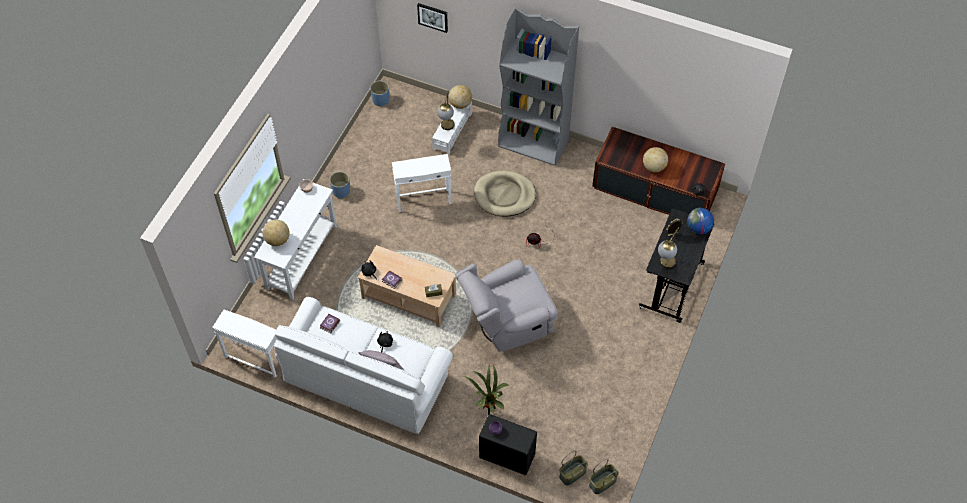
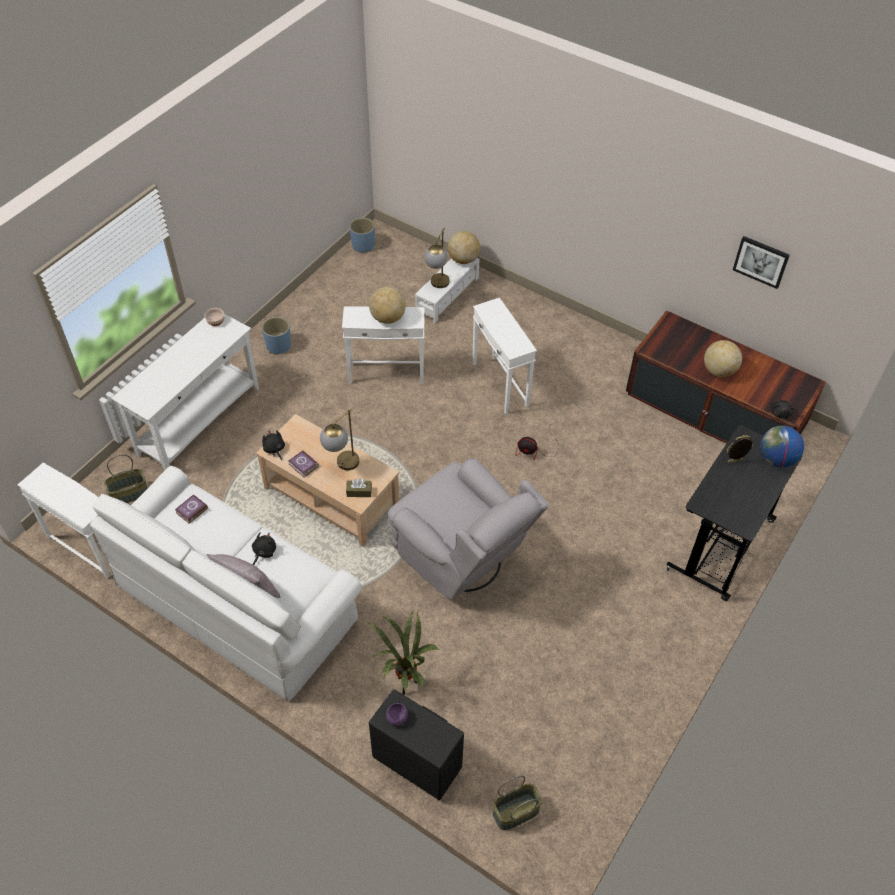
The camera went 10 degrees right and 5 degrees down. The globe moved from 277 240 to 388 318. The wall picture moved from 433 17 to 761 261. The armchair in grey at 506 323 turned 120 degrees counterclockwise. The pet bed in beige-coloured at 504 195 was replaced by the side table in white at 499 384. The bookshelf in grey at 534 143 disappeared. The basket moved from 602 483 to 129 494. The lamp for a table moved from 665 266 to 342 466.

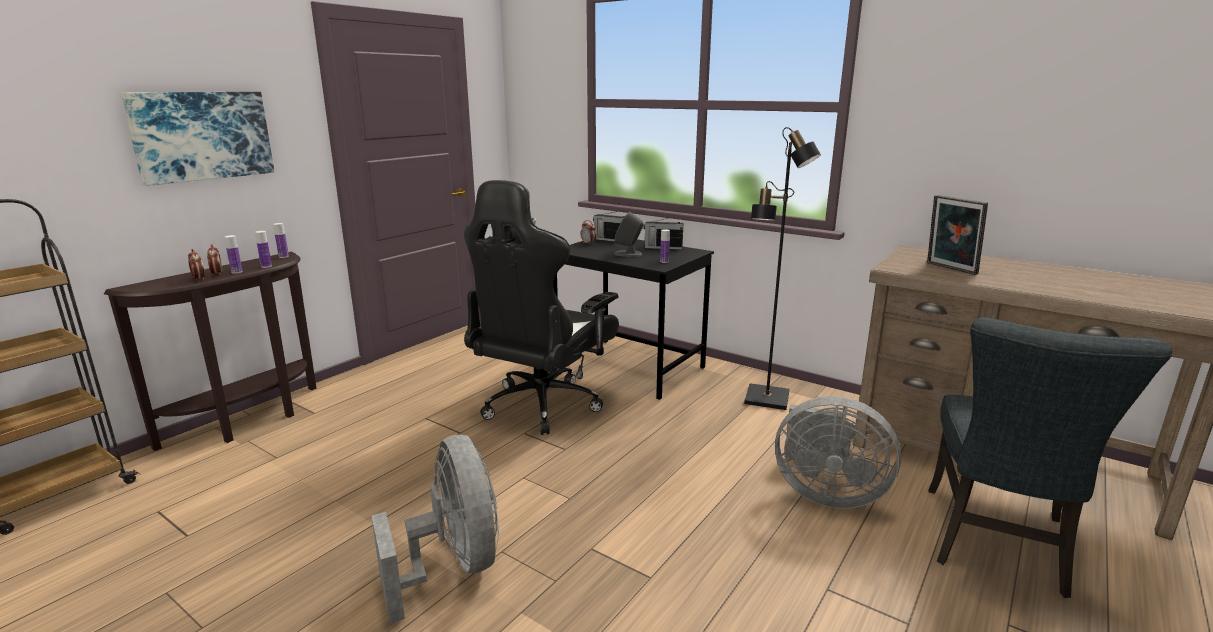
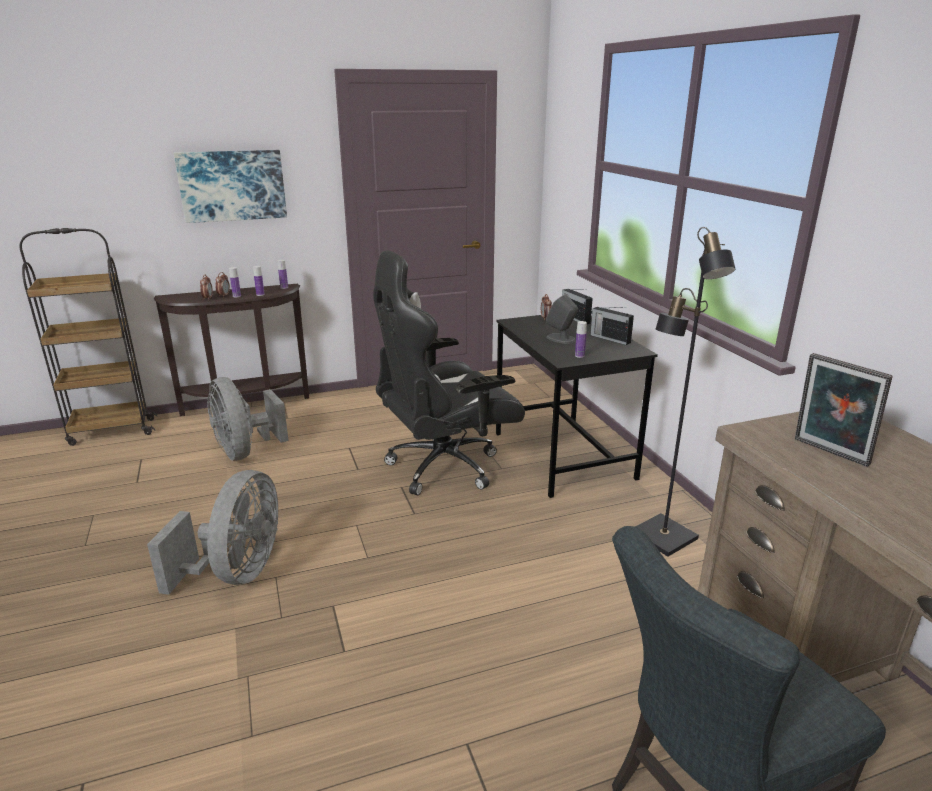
The camera went 35 degrees right and 5 degrees up. The electric fan in grey moved from 825 493 to 245 451. The photo frame at 949 269 turned 45 degrees counterclockwise.

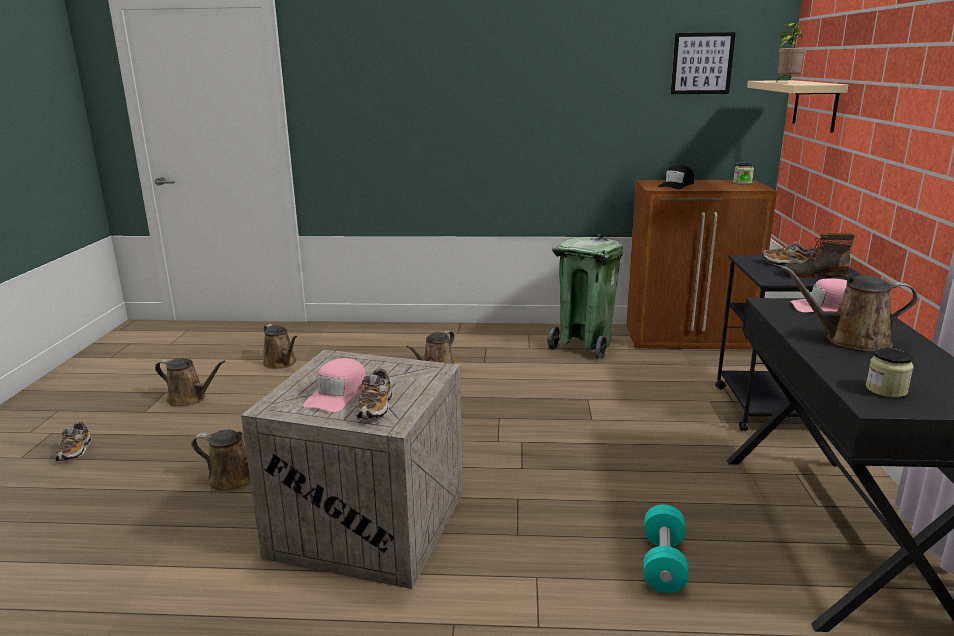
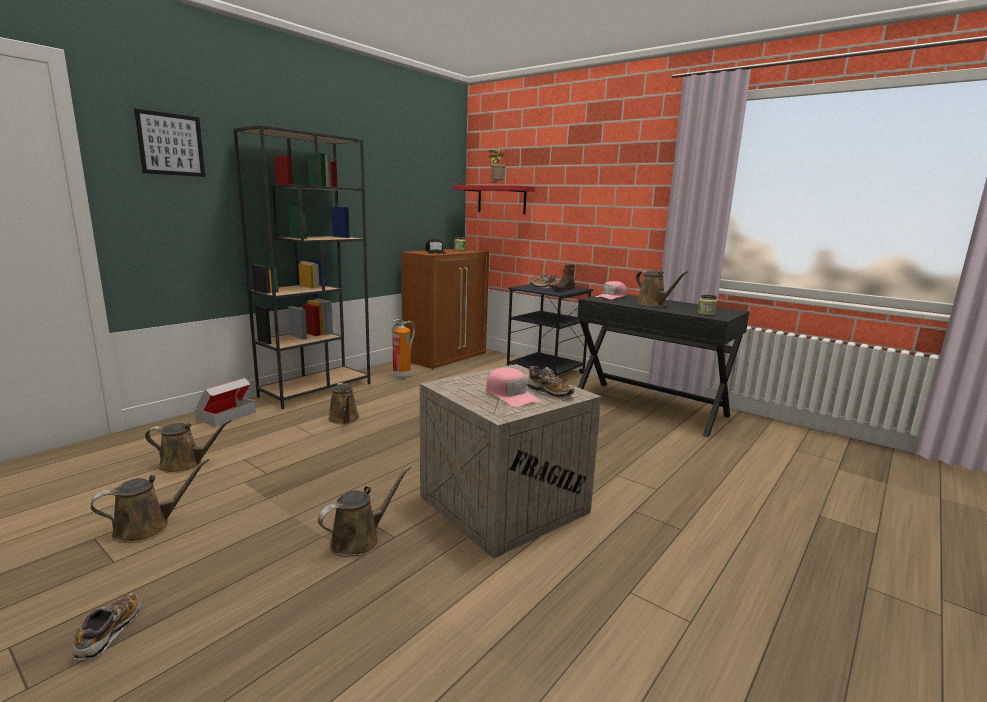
The camera went 55 degrees left and 5 degrees down. The item of footwear at 75 451 turned 120 degrees counterclockwise. The trash can in green-coloured at 583 346 was replaced by the extinguisher at 402 376. The hand weight in blue-green at 663 563 disappeared. The wall picture moved from 702 63 to 171 144. The bracket shelf in beige-coloured at 815 105 became the bracket shelf in red-coloured at 501 199. The watering can in brown at 851 340 turned 75 degrees counterclockwise. The carton at 226 416 appeared. The bookshelf at 316 389 appeared.

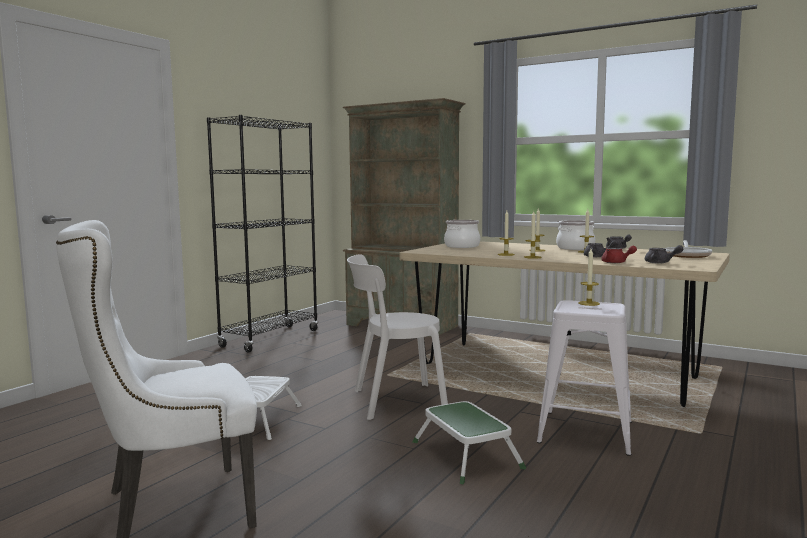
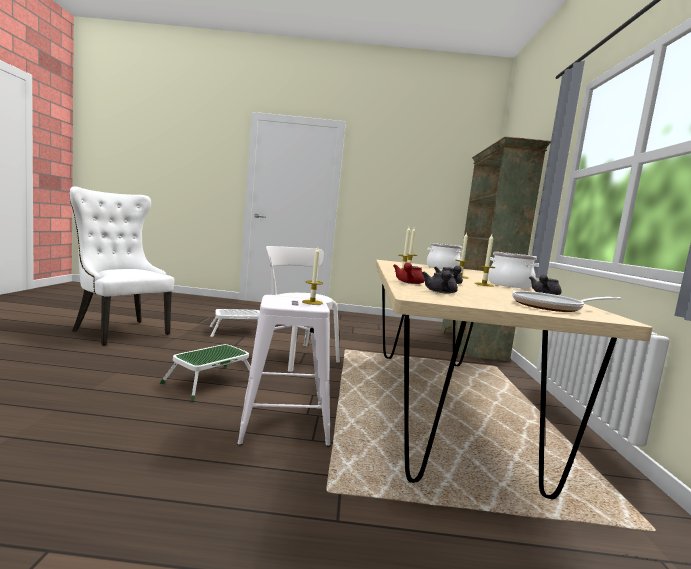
The camera went 60 degrees right and 0 degrees up. The bookshelf in blackish at 270 338 disappeared.

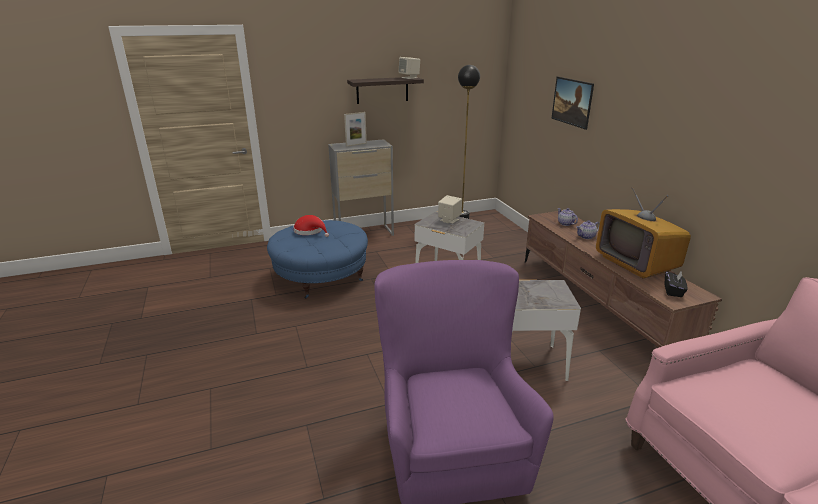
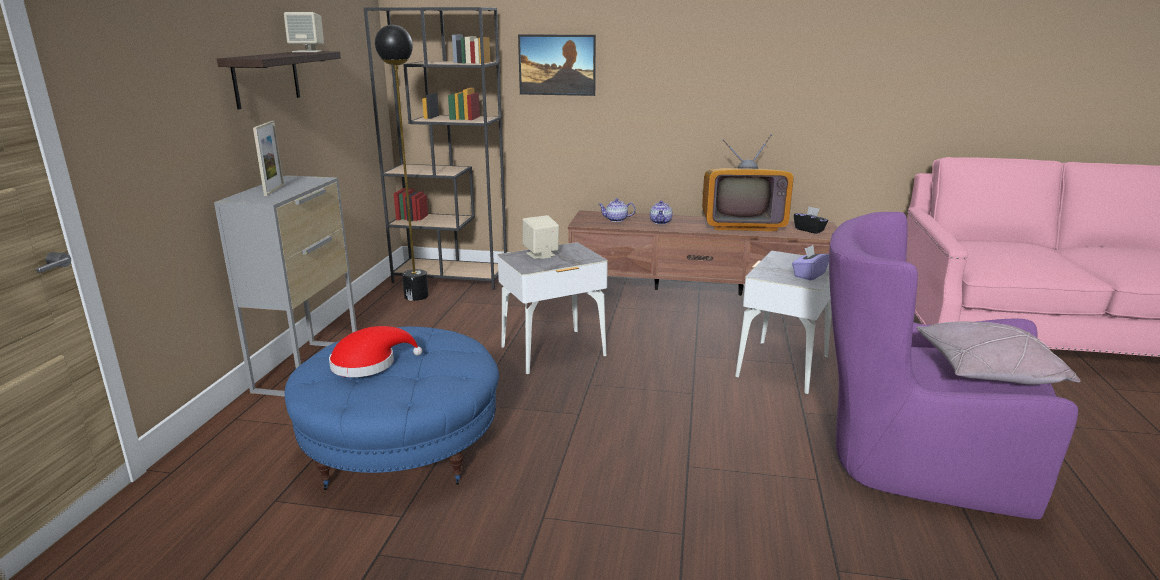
The camera went 60 degrees left and 5 degrees down. The bookshelf at 451 277 appeared. The tissue box in purple-coloured at 809 275 appeared. The throw pillow in purple-coloured at 986 371 appeared.

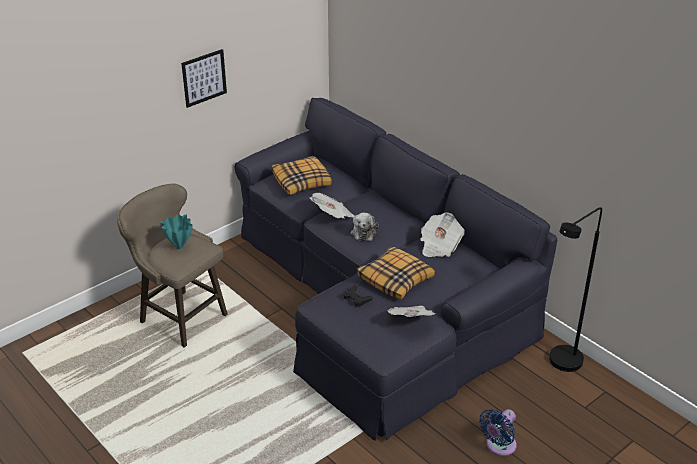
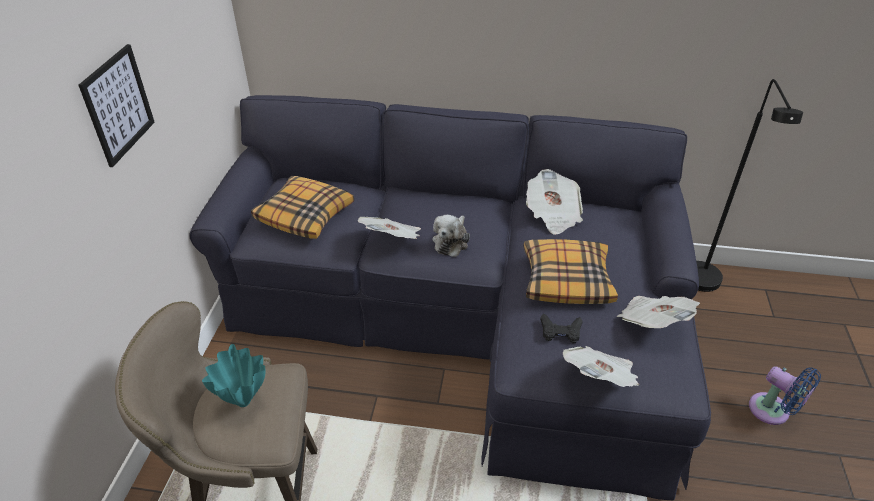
The camera went 40 degrees left and 5 degrees up. The soft toy at 363 232 turned 60 degrees clockwise. The electric fan in bluish at 499 446 turned 45 degrees counterclockwise. The newspaper at 600 378 appeared.

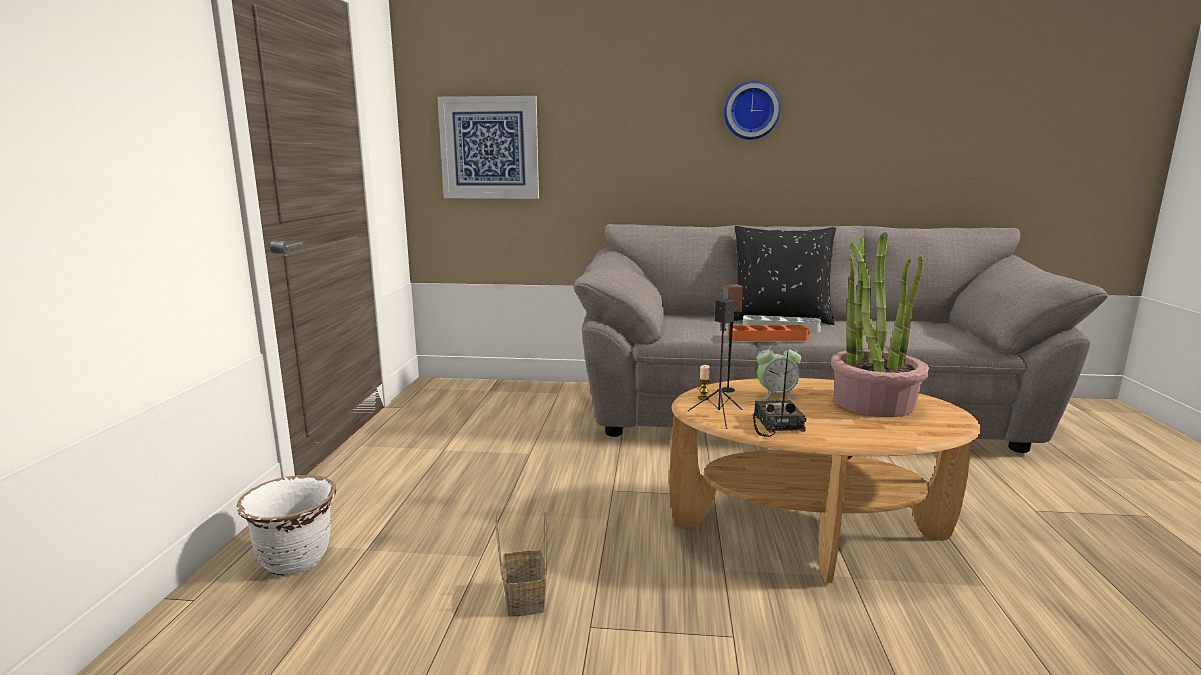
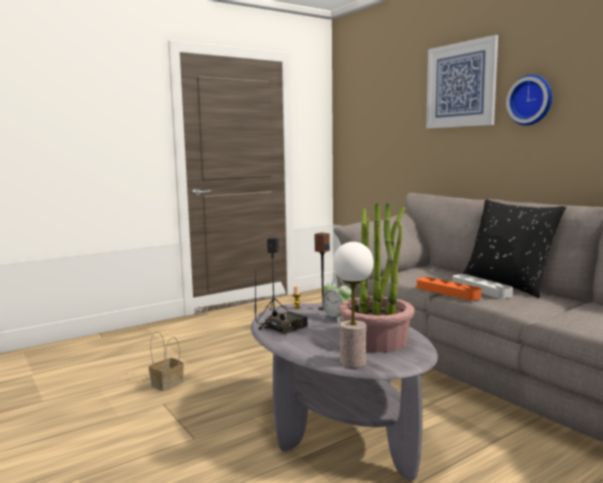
The camera went 50 degrees right and 5 degrees down. The plant pot in white at 295 560 disappeared. The wall picture moved from 489 148 to 460 85. The coffee table in brown at 808 532 became the coffee table in grey at 337 429. The lamp for a table at 353 362 appeared.

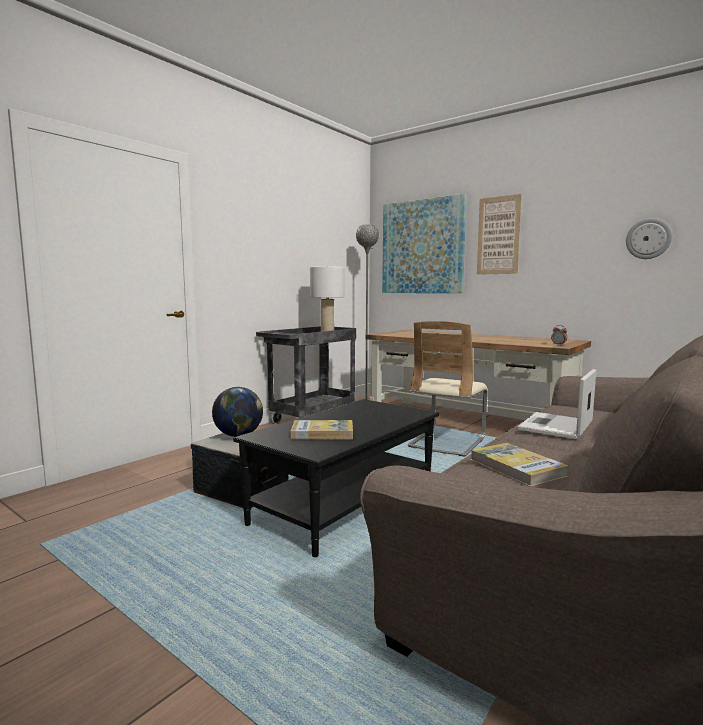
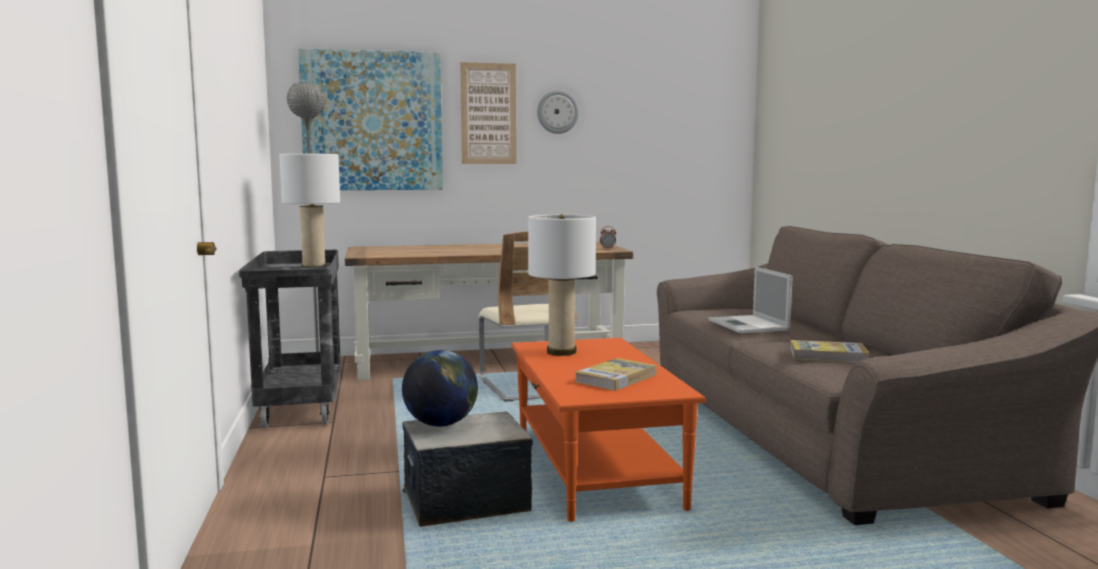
The camera went 50 degrees left and 0 degrees up. The coffee table in blackish at 345 504 became the coffee table in orange-coloured at 595 468. The clock on the wall moved from 648 239 to 557 112. The lamp for a table in white at 561 352 appeared.

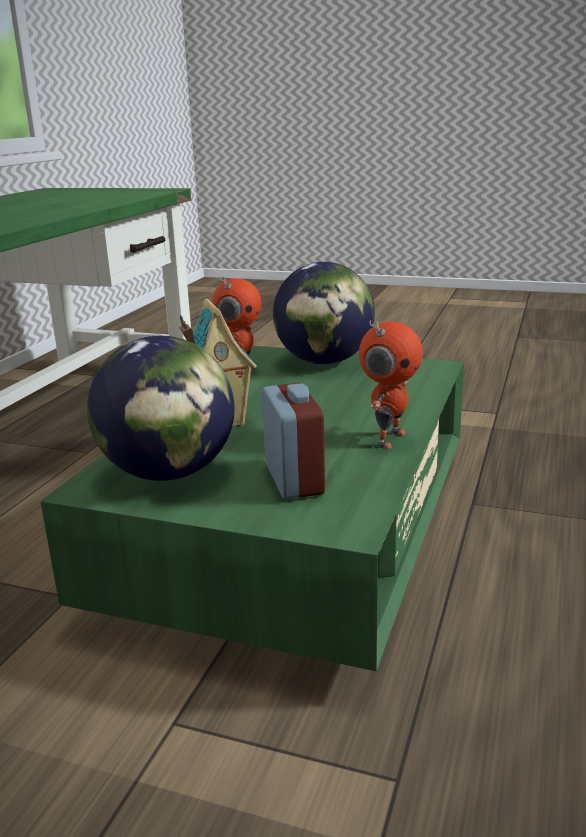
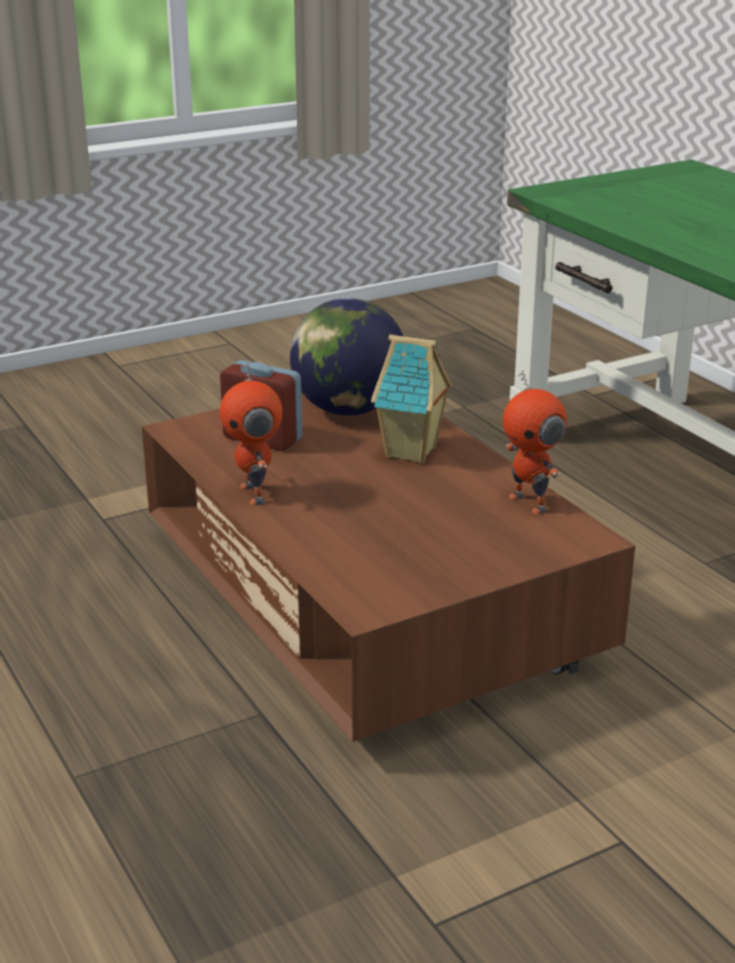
The camera went 130 degrees right and 5 degrees up. The coffee table in green-coloured at 296 531 became the coffee table in brown at 367 599. The globe at 324 362 disappeared.

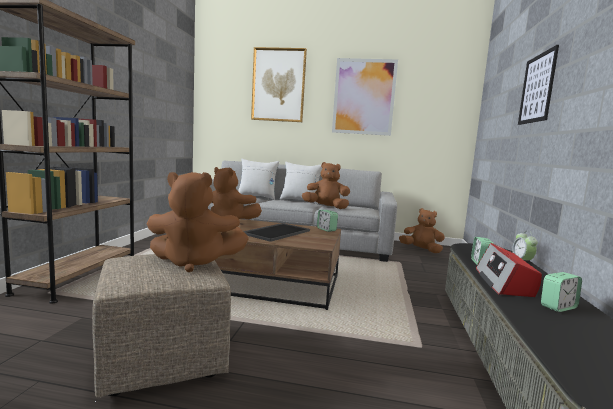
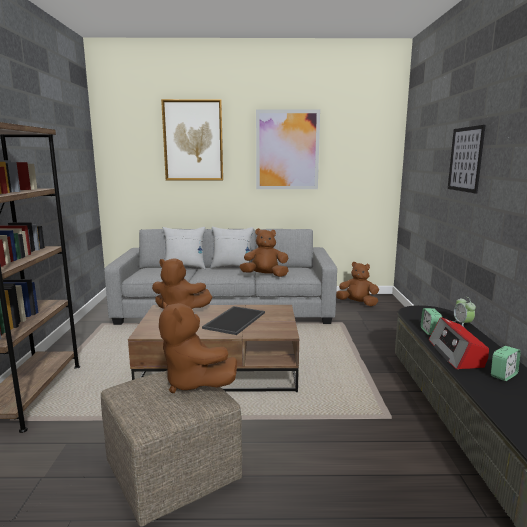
The camera went 10 degrees left and 5 degrees up. The soft toy in brown at 194 262 turned 60 degrees clockwise. The bedside clock at 326 229 disappeared.

